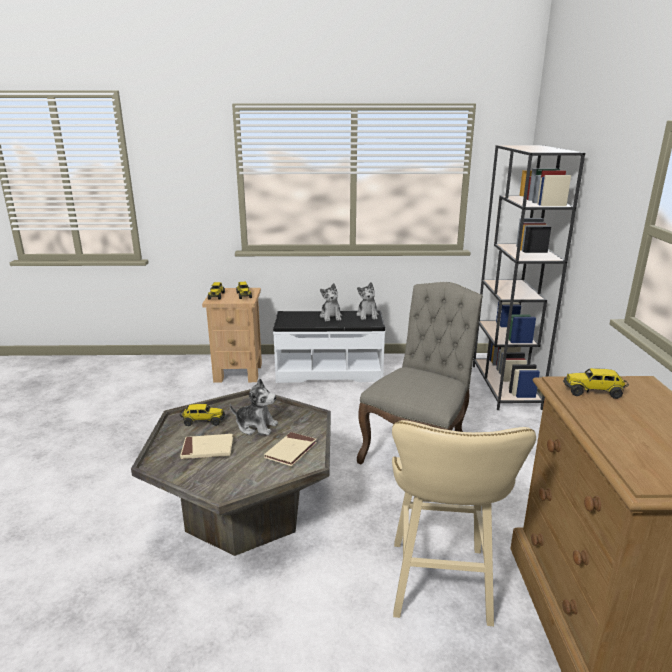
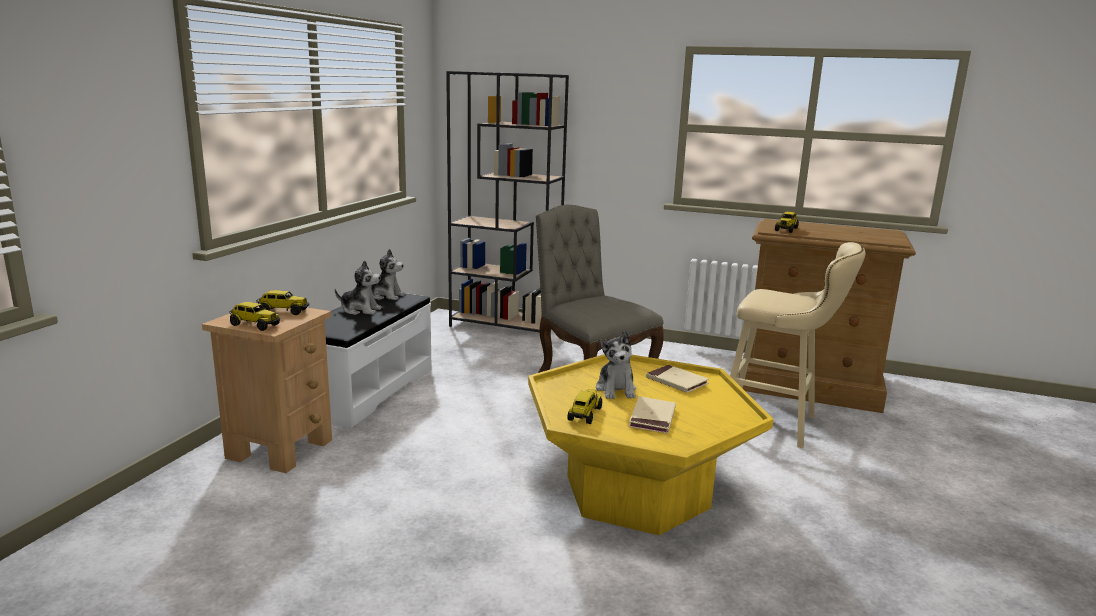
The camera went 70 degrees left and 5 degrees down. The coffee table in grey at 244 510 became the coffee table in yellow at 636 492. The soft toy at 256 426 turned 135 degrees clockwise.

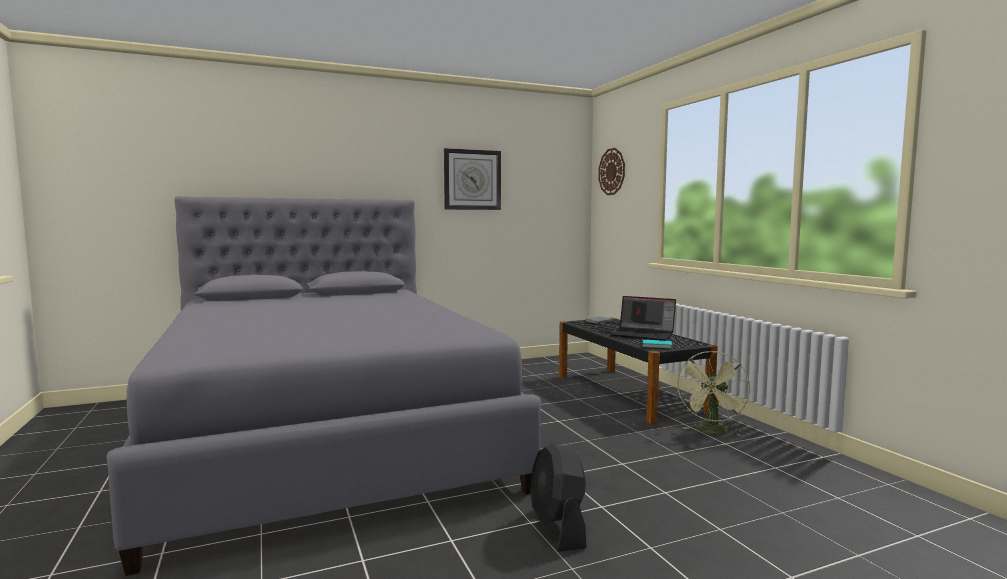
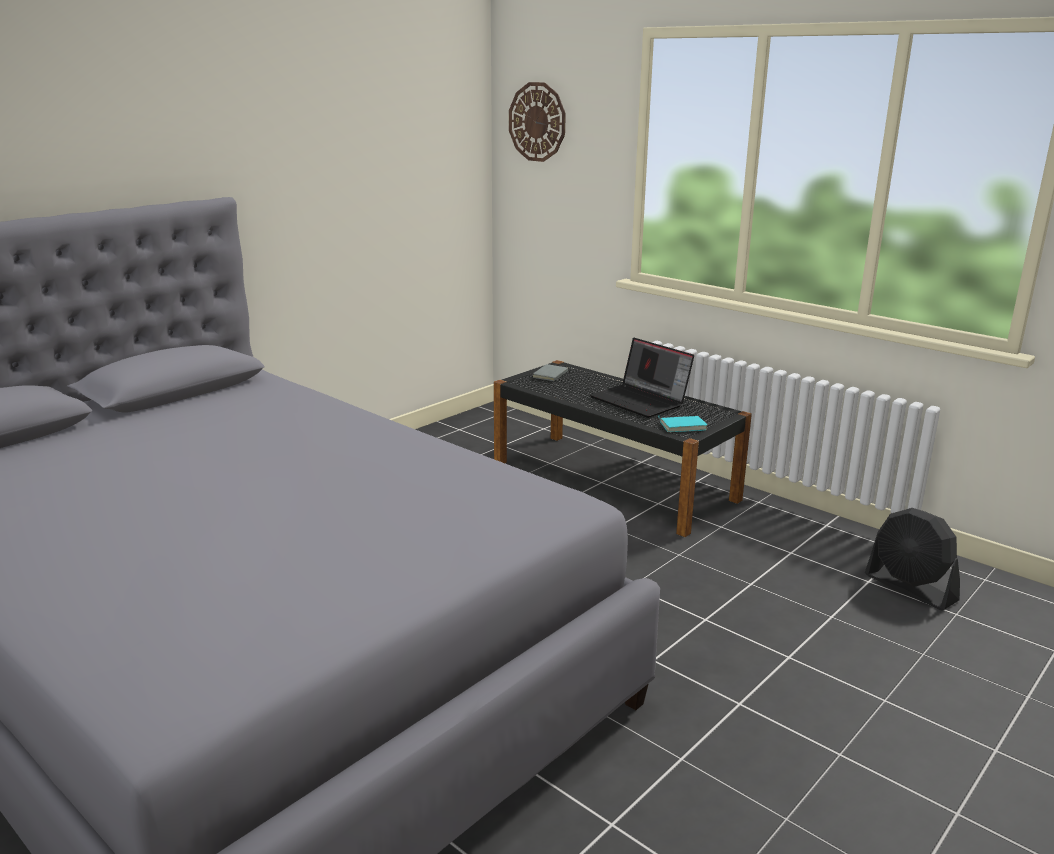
The camera went 25 degrees left and 15 degrees up. The clock on the wall at 472 180 disappeared. The electric fan in blackish moved from 558 528 to 910 588. The portable computer at 643 334 turned 45 degrees clockwise. The electric fan in green-coloured at 712 432 disappeared.

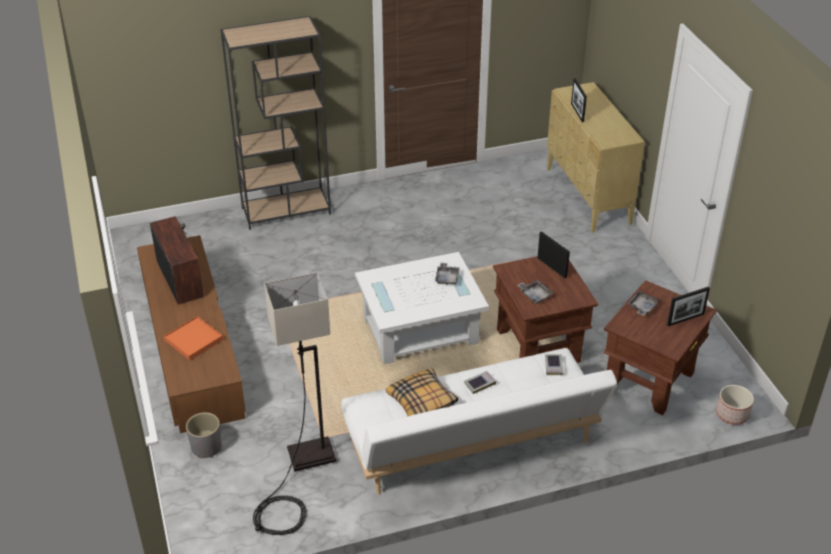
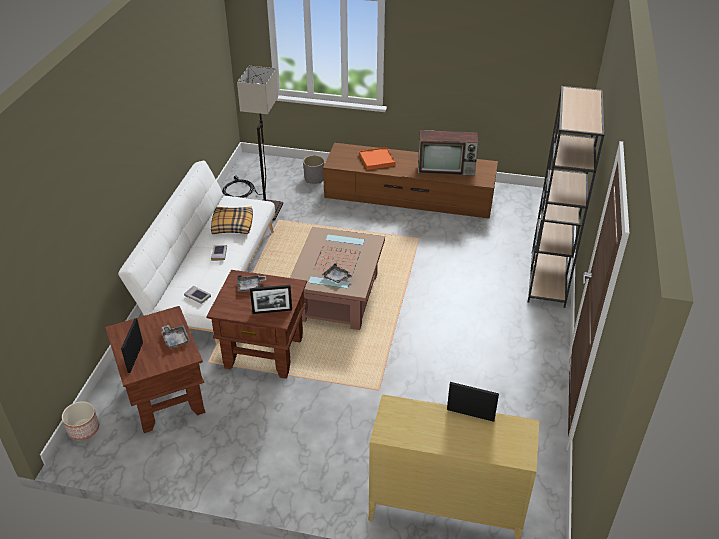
The camera went 120 degrees right and 0 degrees up. The coffee table in white at 420 330 became the coffee table in brown at 338 296.

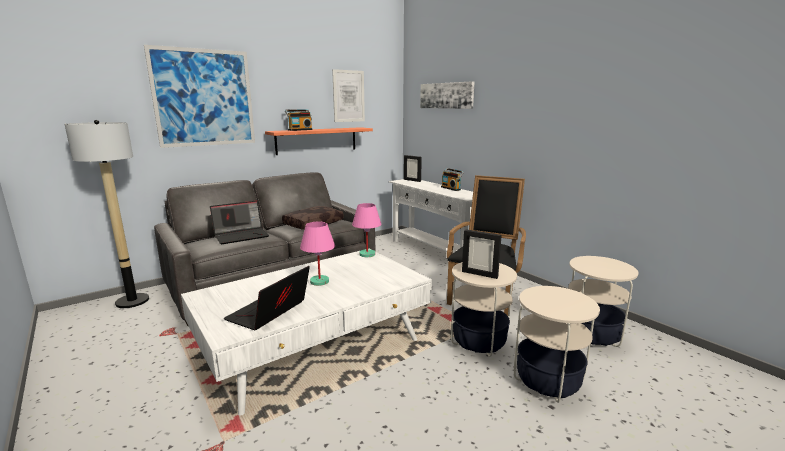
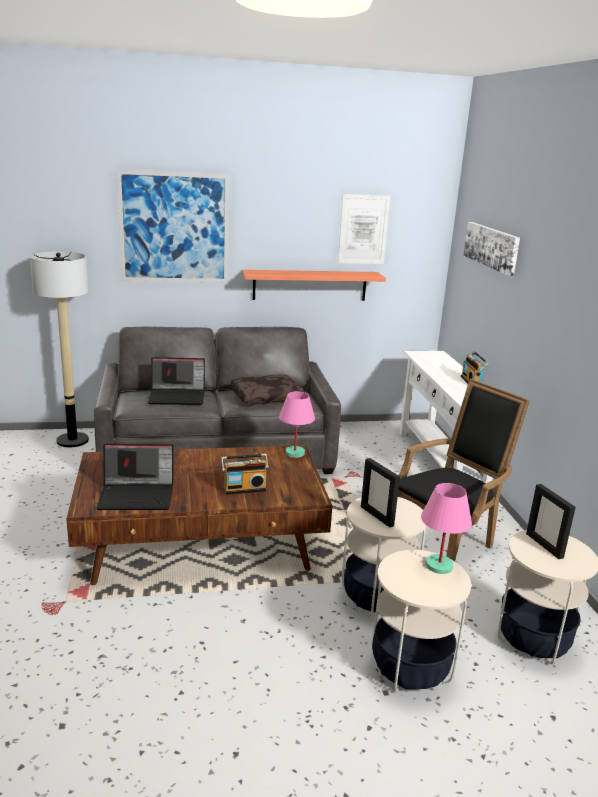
The camera went 25 degrees right and 5 degrees up. The coffee table in white at 315 346 became the coffee table in brown at 201 542. The portable computer at 269 313 turned 150 degrees counterclockwise. The radio receiver moved from 299 130 to 244 489. The lamp for a table in pink moved from 319 282 to 438 566. The photo frame moved from 412 180 to 545 545.

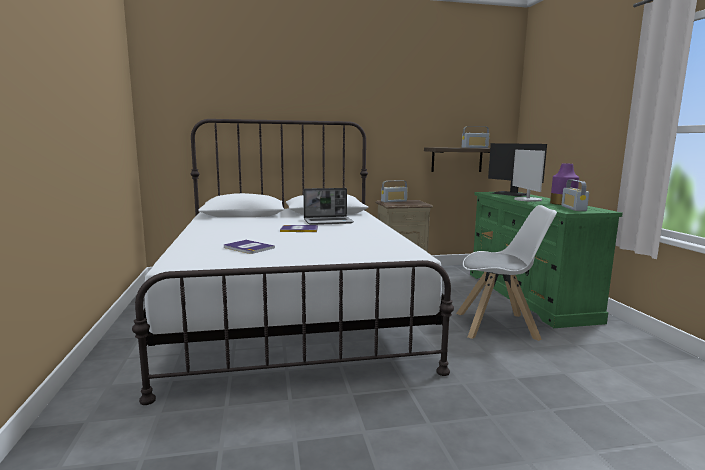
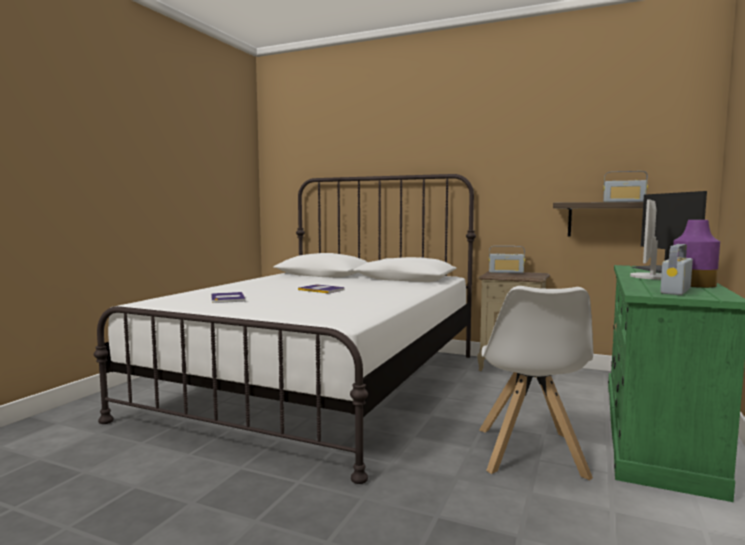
The camera went 35 degrees right and 5 degrees down. The portable computer at 328 222 disappeared. The chair at 499 326 turned 60 degrees clockwise.

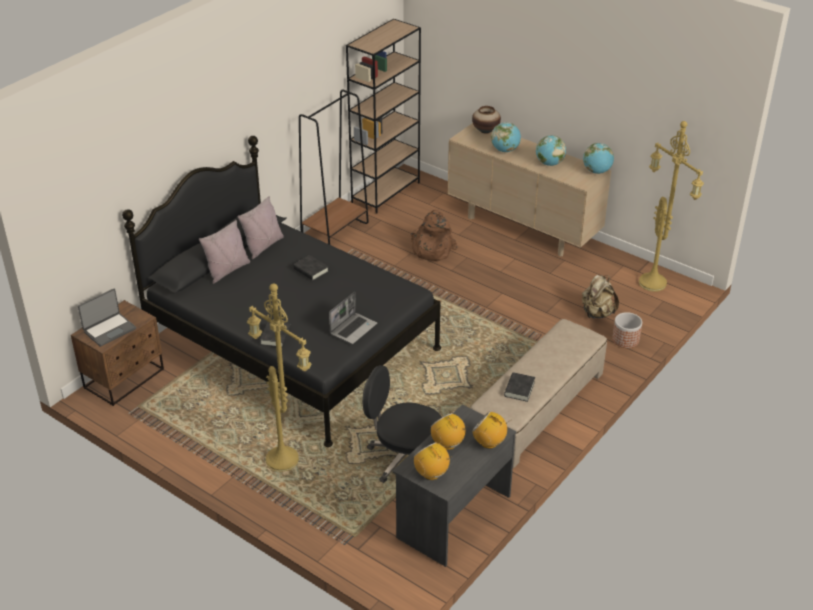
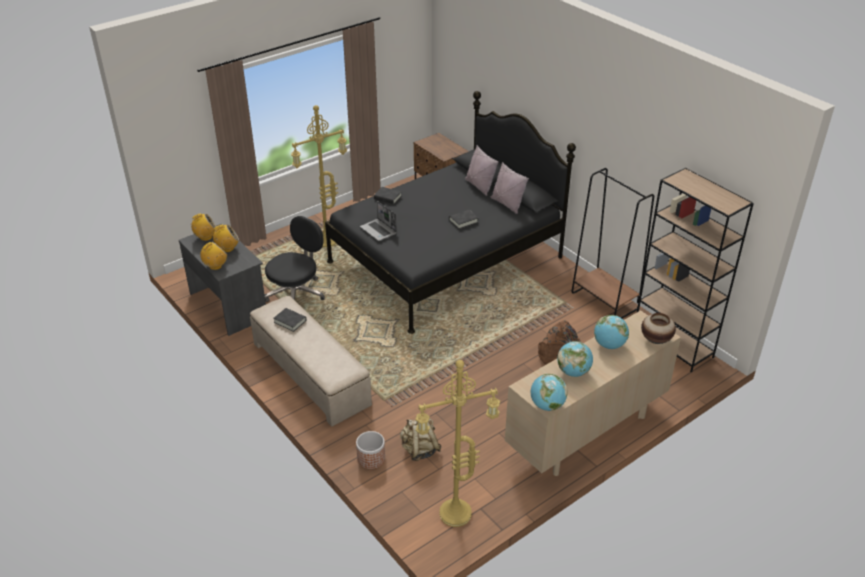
The camera went 105 degrees right and 0 degrees up. The portable computer at 109 330 disappeared.

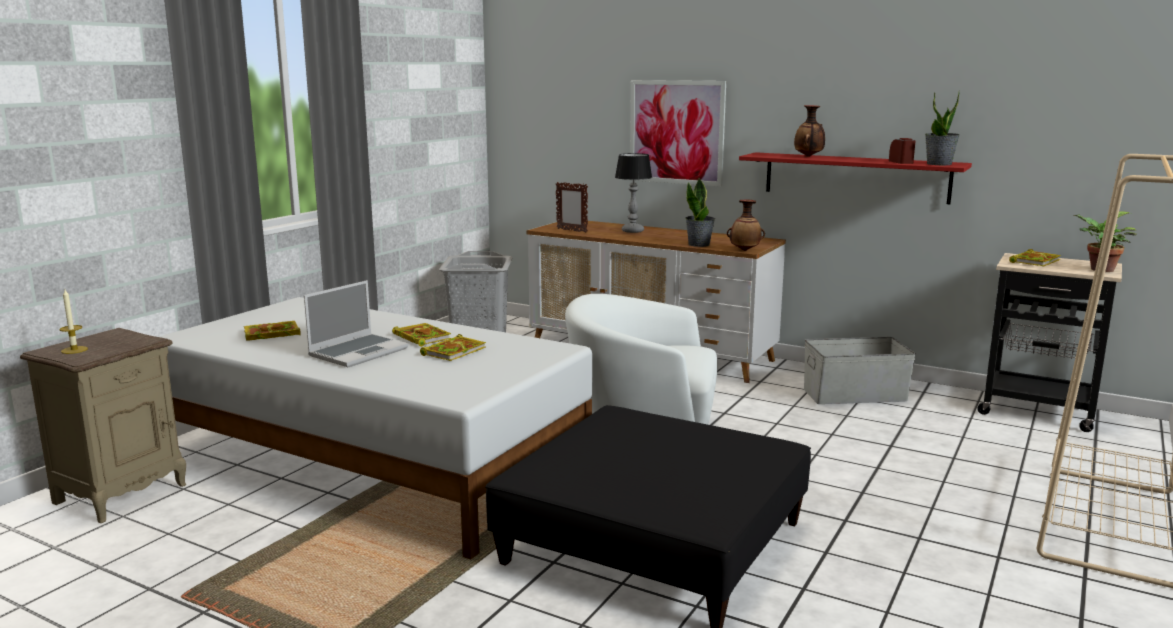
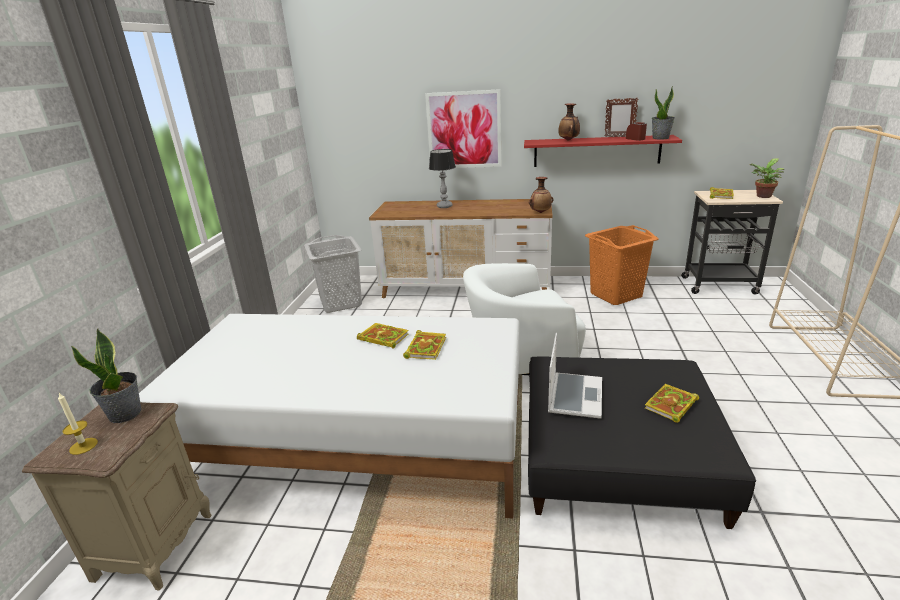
The camera went 20 degrees left and 10 degrees up. The volume moved from 270 334 to 671 406. The portable computer moved from 359 352 to 574 395. The photo frame moved from 571 230 to 619 137. The houseplant moved from 699 244 to 126 413. The storage container in grey at 855 395 was replaced by the washing basket in orange-coloured at 616 295.

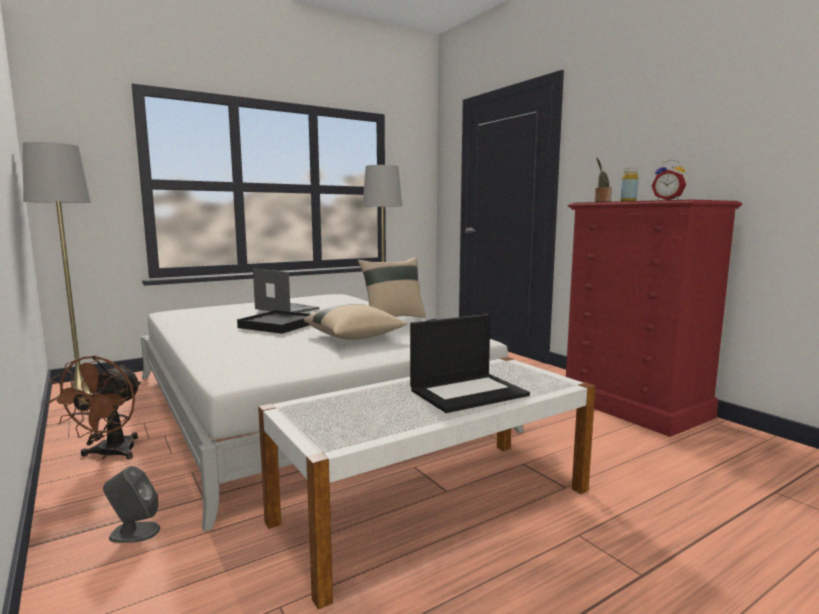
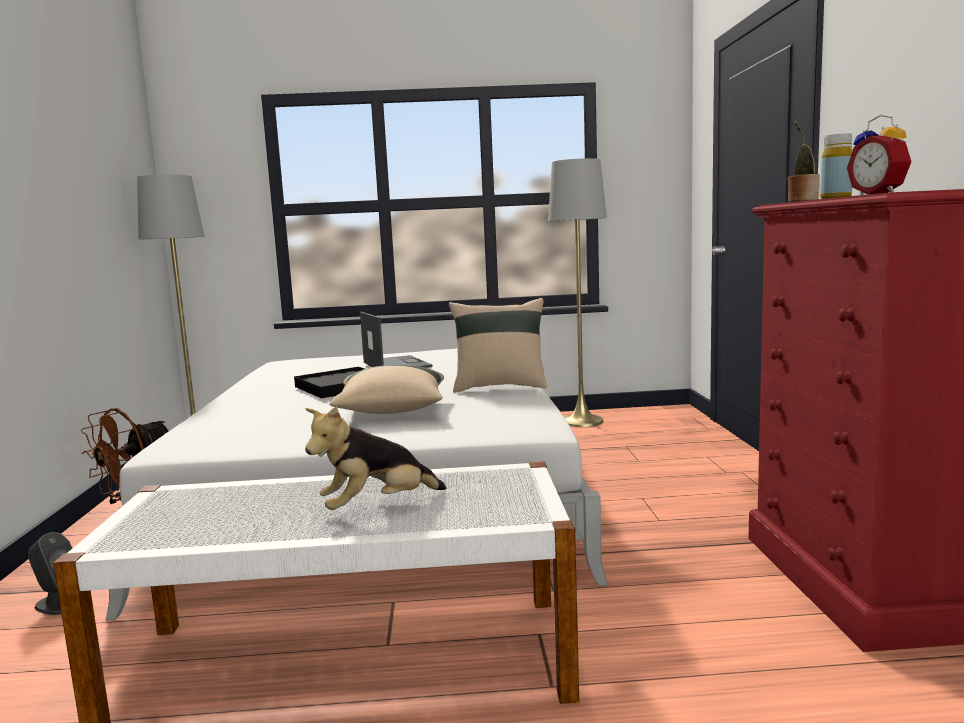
The camera went 30 degrees right and 0 degrees up. The portable computer at 468 392 was replaced by the soft toy at 377 507.

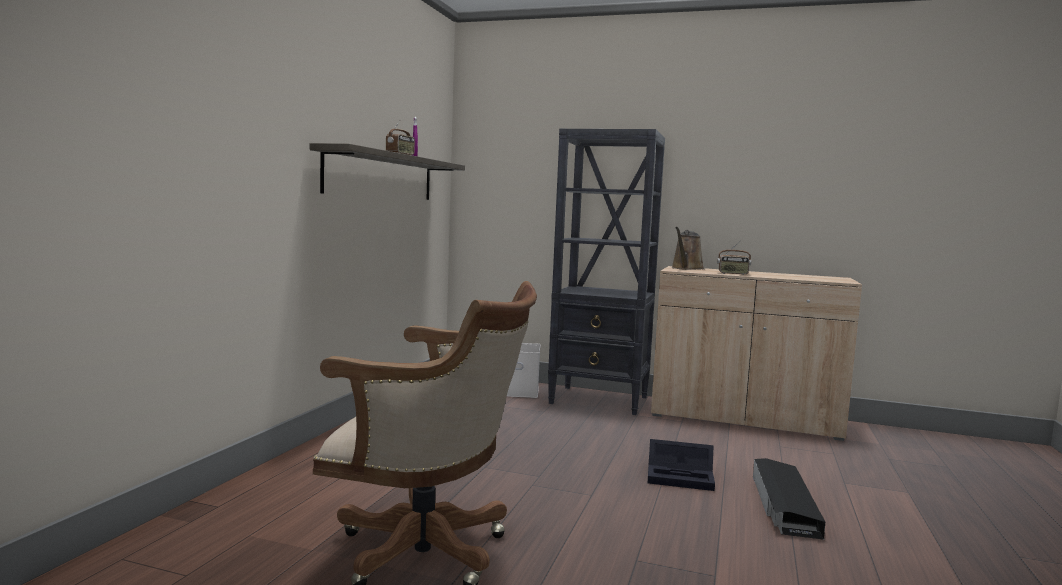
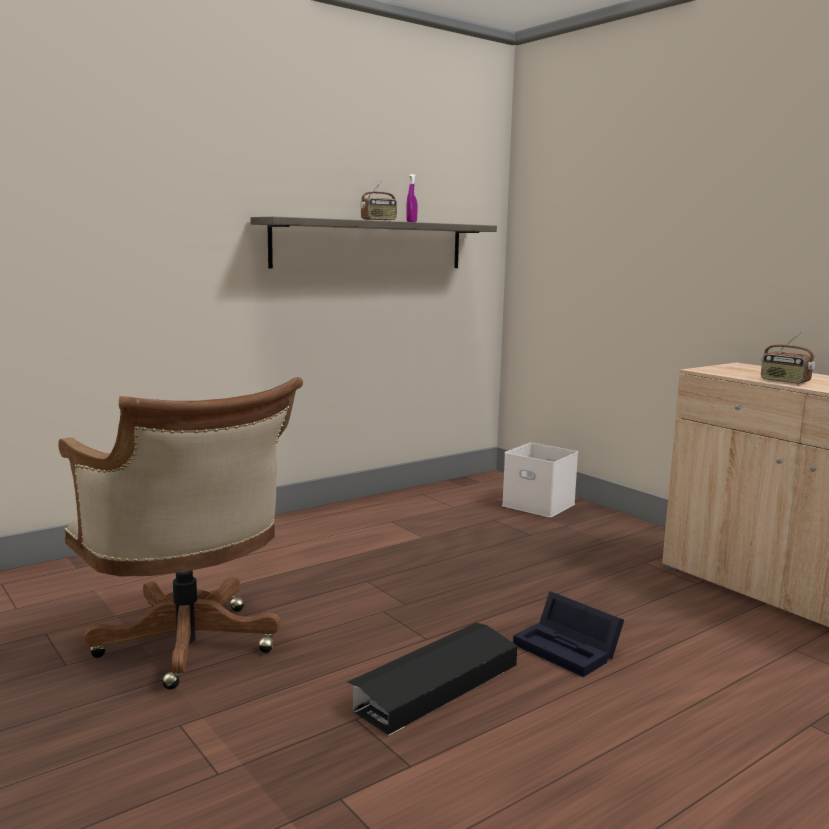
The camera went 35 degrees right and 5 degrees up. The bookshelf in blackish at 600 400 disappeared. The watering can in brown at 686 268 disappeared. The storage container in blackish moved from 784 505 to 435 686.

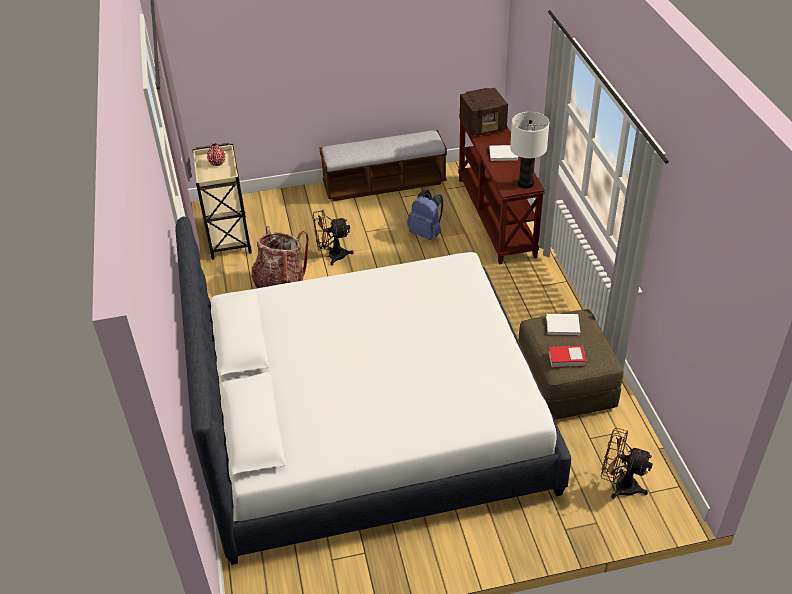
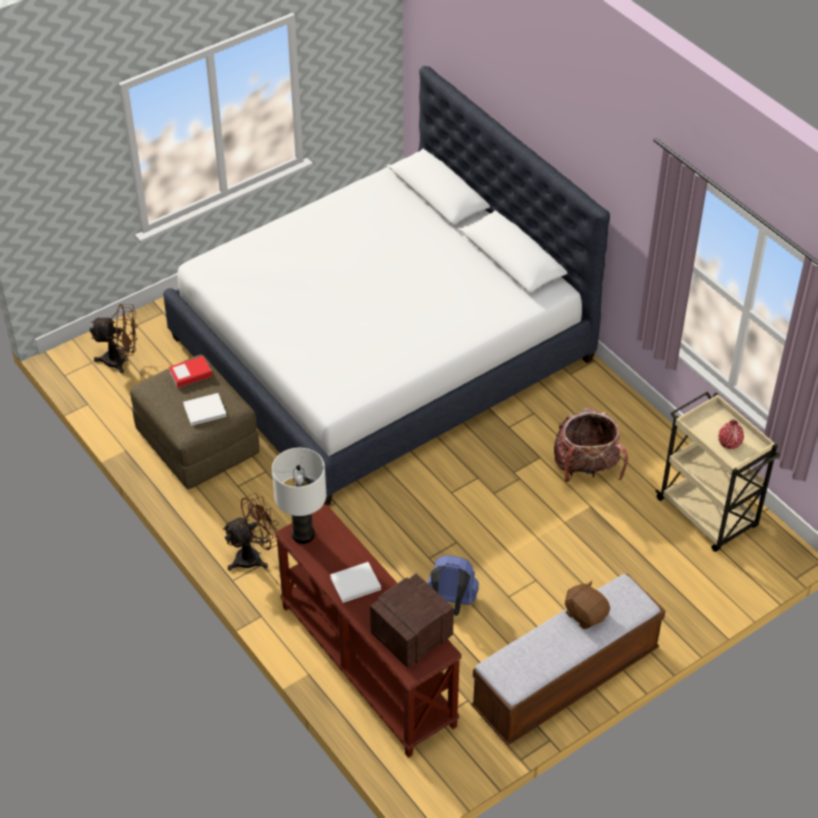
The camera went 155 degrees right and 5 degrees up. The electric fan in brown moved from 332 256 to 254 556. The soft toy in brown at 585 614 appeared.

